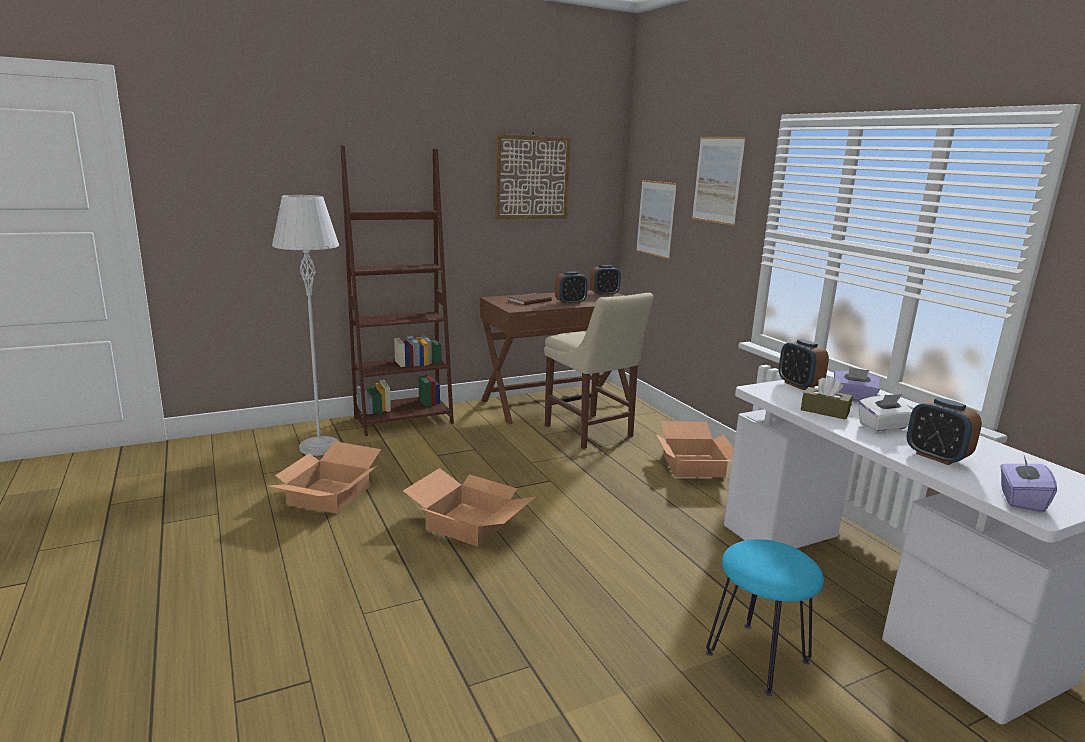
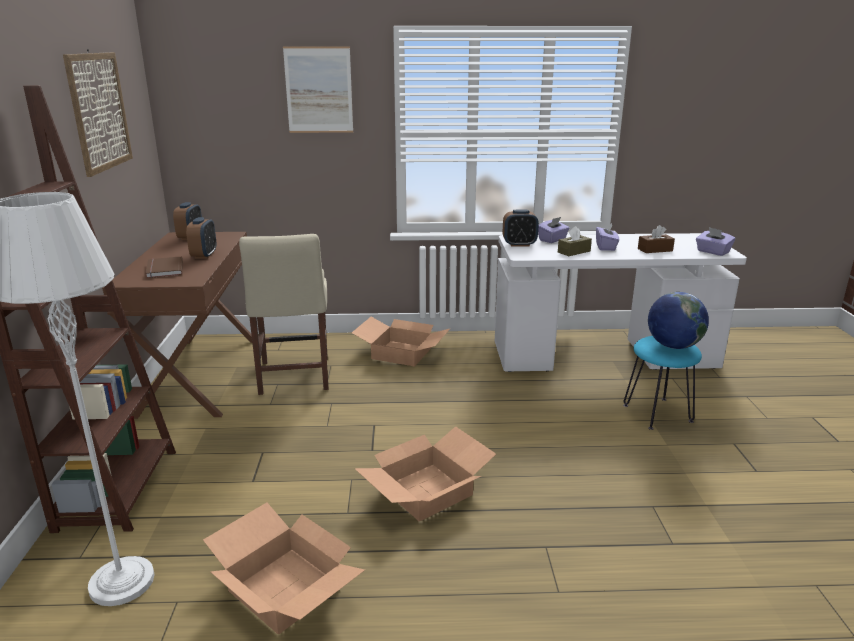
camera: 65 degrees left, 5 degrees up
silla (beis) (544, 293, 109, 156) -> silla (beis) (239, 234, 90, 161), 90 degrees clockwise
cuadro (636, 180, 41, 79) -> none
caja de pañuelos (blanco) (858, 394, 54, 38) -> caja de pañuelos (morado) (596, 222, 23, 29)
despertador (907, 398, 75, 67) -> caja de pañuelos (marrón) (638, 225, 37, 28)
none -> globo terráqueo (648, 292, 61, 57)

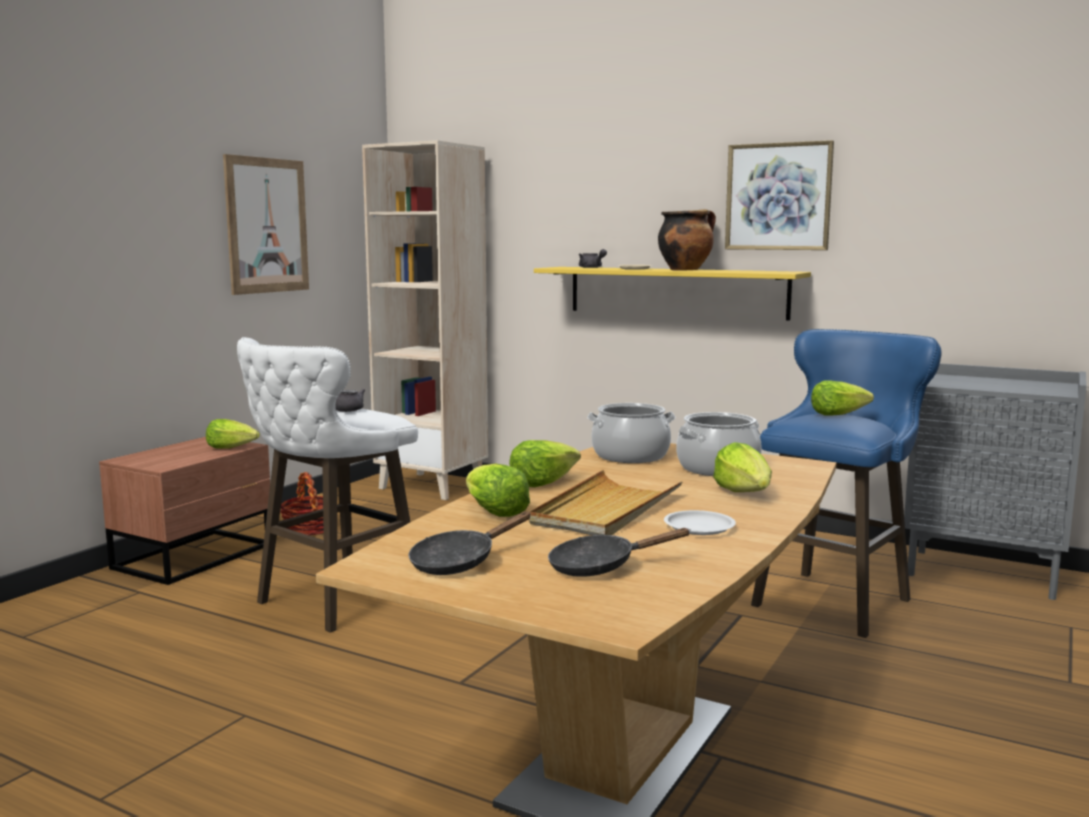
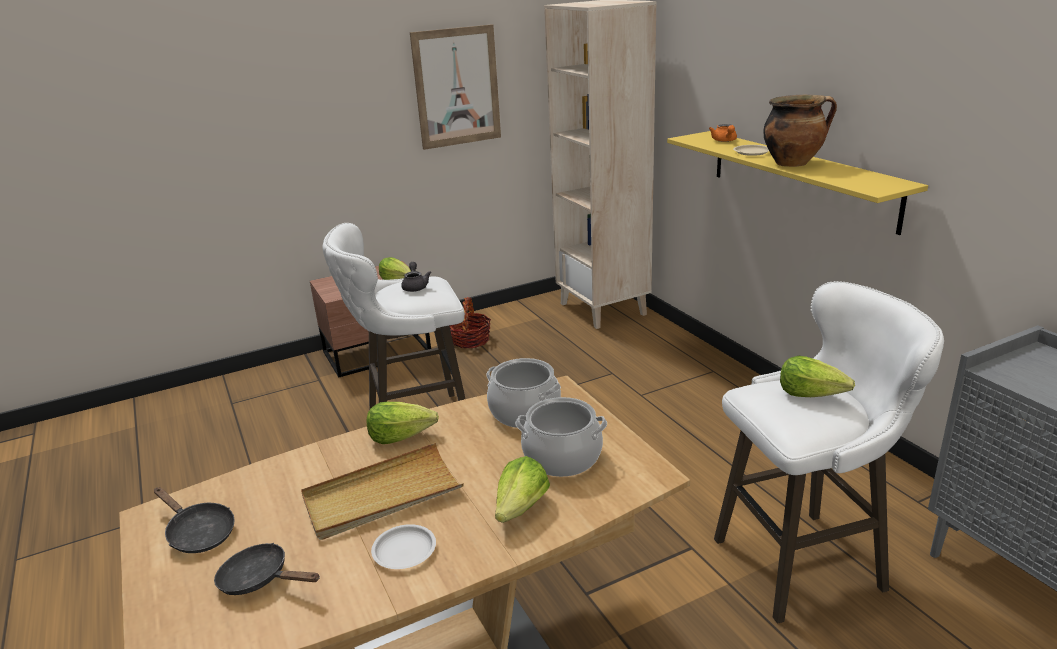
camera: 35 degrees right, 15 degrees up
sartén (negro) (408, 512, 123, 63) -> sartén (negro) (154, 487, 81, 66), 135 degrees counterclockwise
lechuga (466, 463, 64, 54) -> none
tetera (gris) (579, 249, 28, 19) -> tetera (naranja) (709, 124, 28, 18)
cuadro (725, 140, 109, 110) -> none
taburete (azul) (751, 329, 191, 309) -> taburete (blanco) (714, 281, 230, 343)

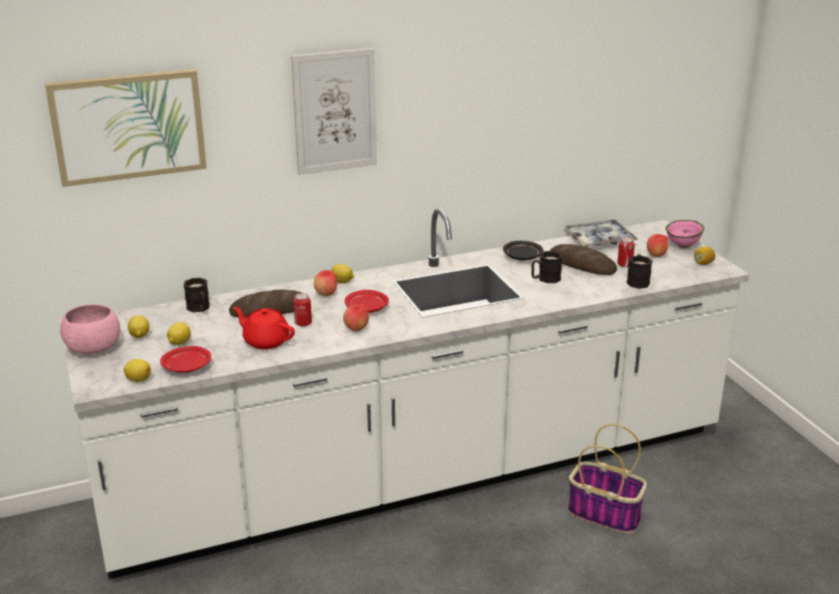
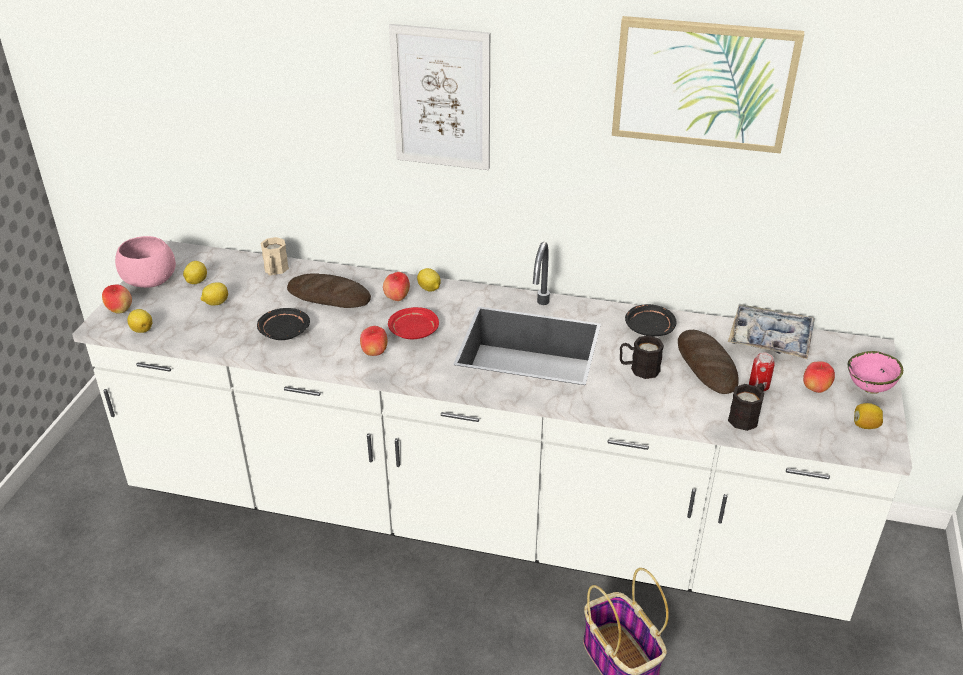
camera: 35 degrees right, 10 degrees up
cuadro (45, 69, 162, 118) -> cuadro (612, 16, 192, 138), move
plato (rojo) (160, 346, 52, 27) -> none
taza grande (negro) (184, 278, 26, 34) -> taza grande (beis) (260, 237, 29, 38)
tetera (rojo) (233, 307, 62, 42) -> plato (negro) (257, 308, 53, 32)
lata (294, 293, 18, 34) -> none
none -> manzana (102, 285, 30, 29)

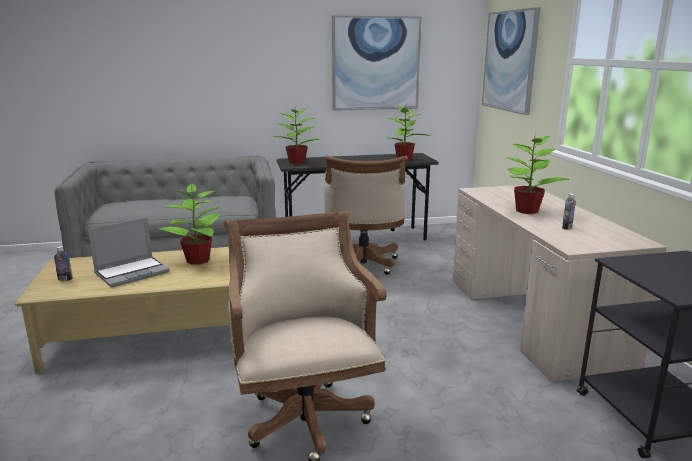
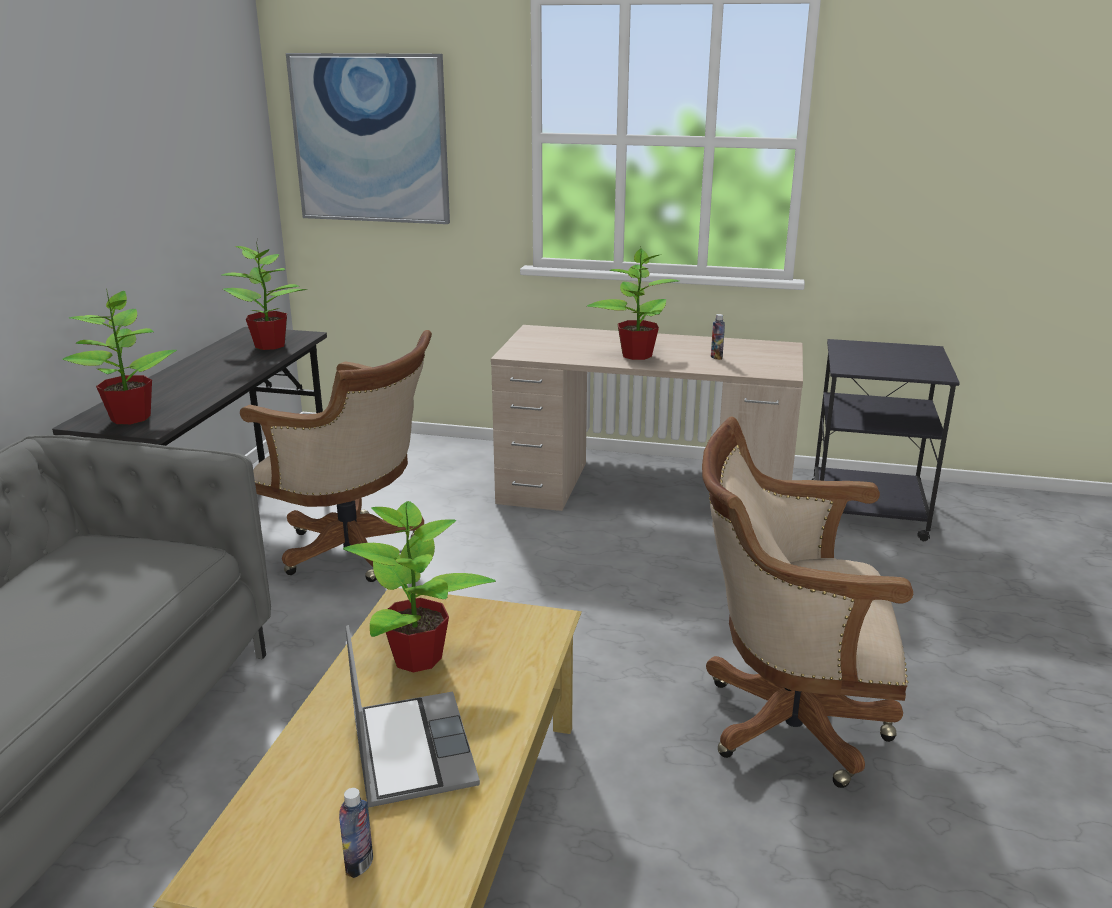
camera: 65 degrees left, 5 degrees up
cuadro (332, 16, 90, 95) -> none

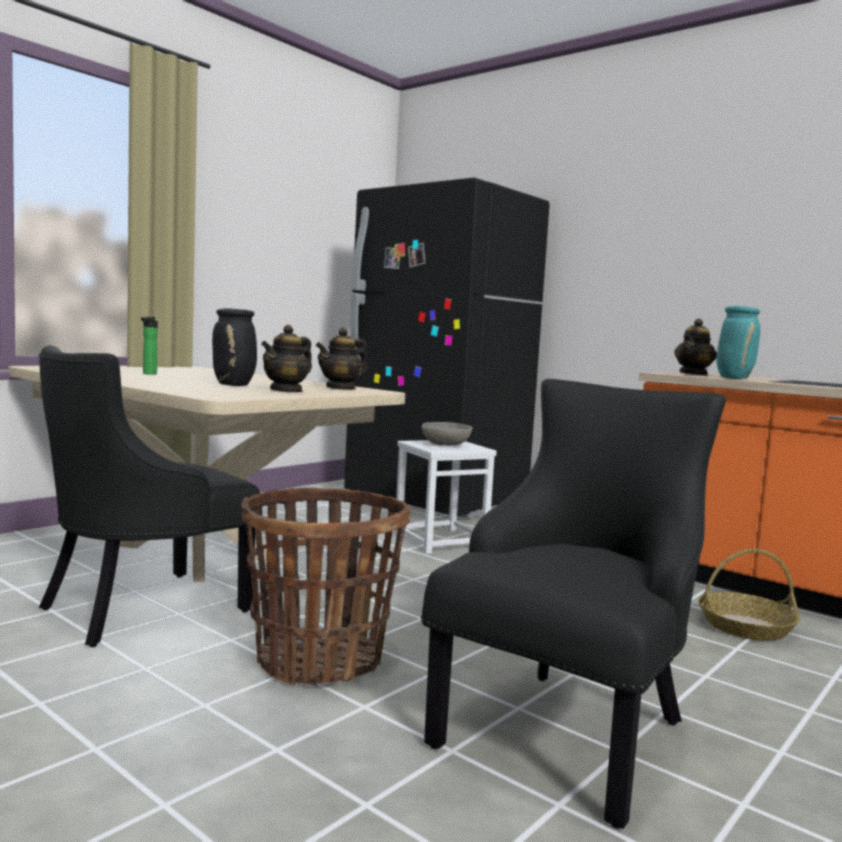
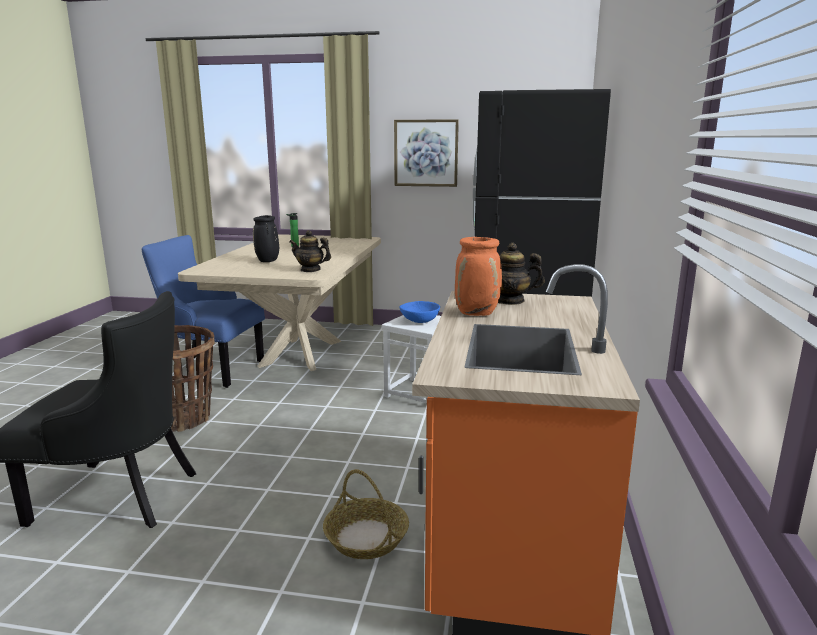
camera: 60 degrees right, 10 degrees up
silla (negro) (39, 345, 223, 302) -> silla (azul) (141, 235, 124, 153)
tetera (261, 325, 51, 67) -> none
cuenco (gris) (421, 422, 52, 24) -> cuenco (azul) (399, 301, 41, 22)
florero (turquesa) (717, 306, 43, 73) -> florero (naranja) (455, 237, 47, 79)
none -> cuadro (394, 119, 65, 68)

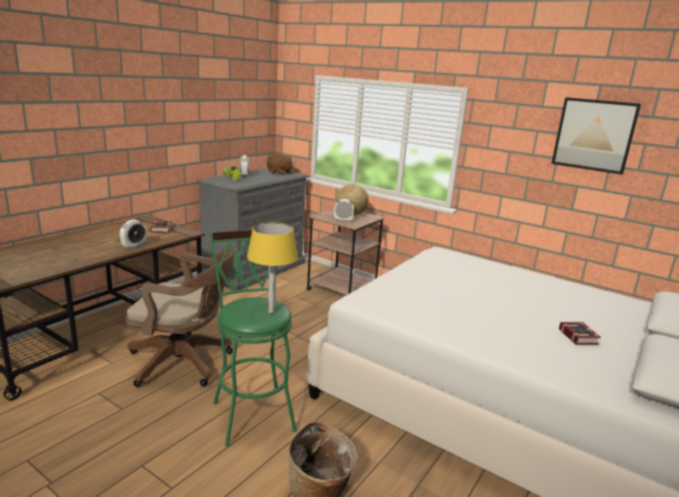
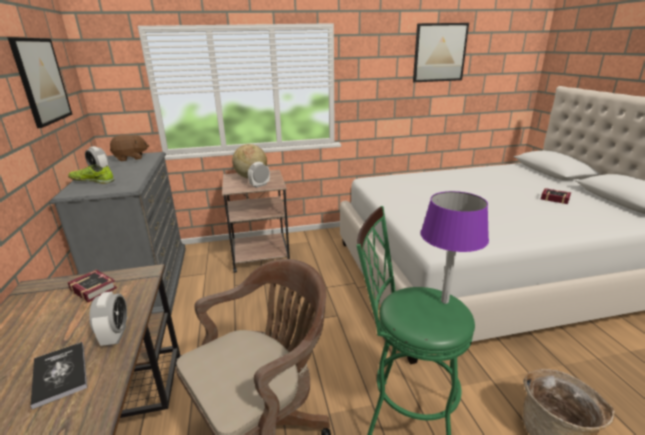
camera: 45 degrees left, 5 degrees up
lámpara de mesa (amarillo) (247, 222, 51, 92) -> lámpara de mesa (morado) (421, 191, 68, 113)
none -> cuadro (8, 37, 64, 91)
none -> libro (31, 342, 56, 67)

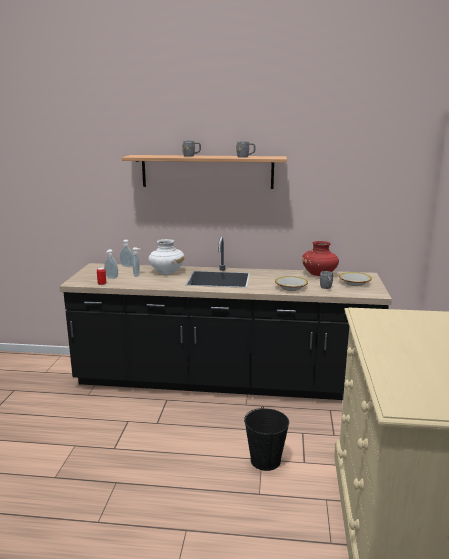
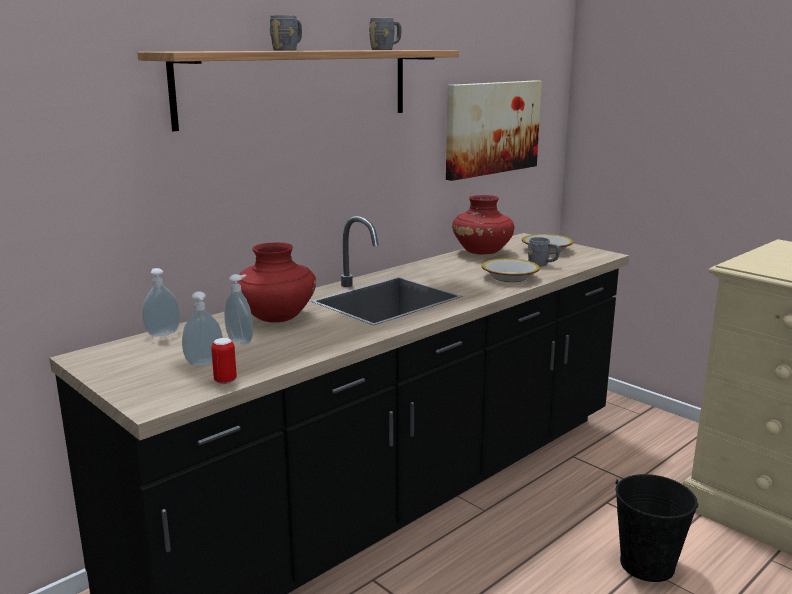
camera: 50 degrees left, 0 degrees up
florero (blanco) (149, 239, 36, 35) -> florero (rojo) (237, 242, 79, 81)
none -> cuadro (446, 80, 96, 101)

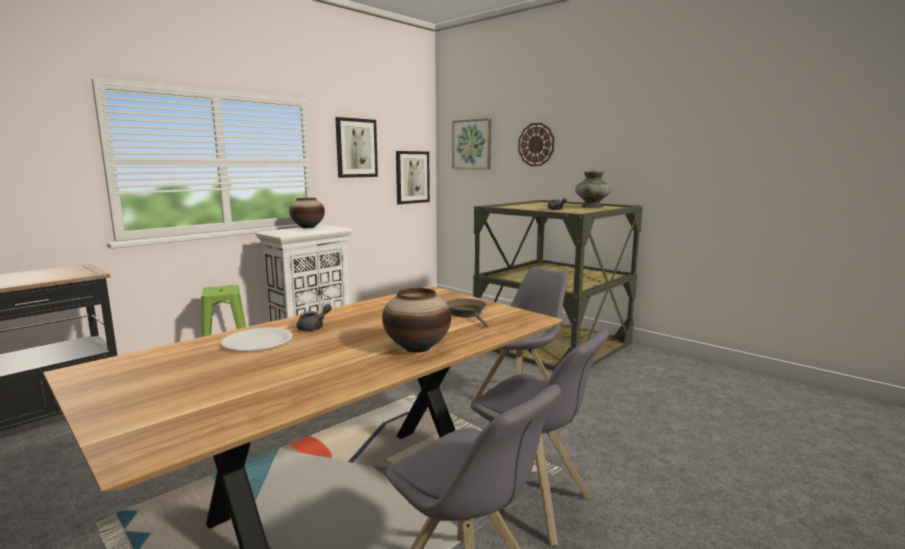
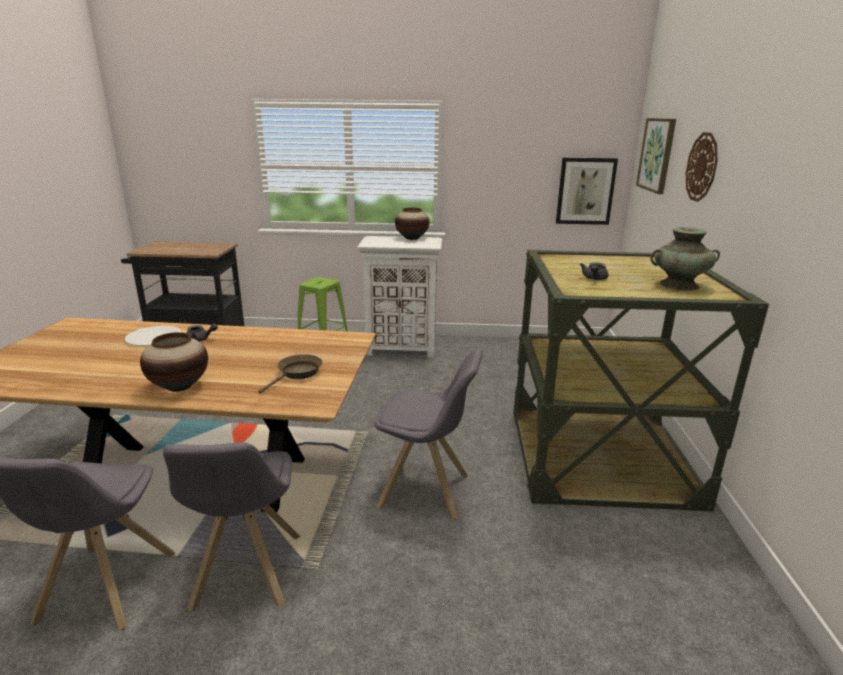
camera: 50 degrees right, 10 degrees up
cuadro (335, 117, 43, 61) -> none

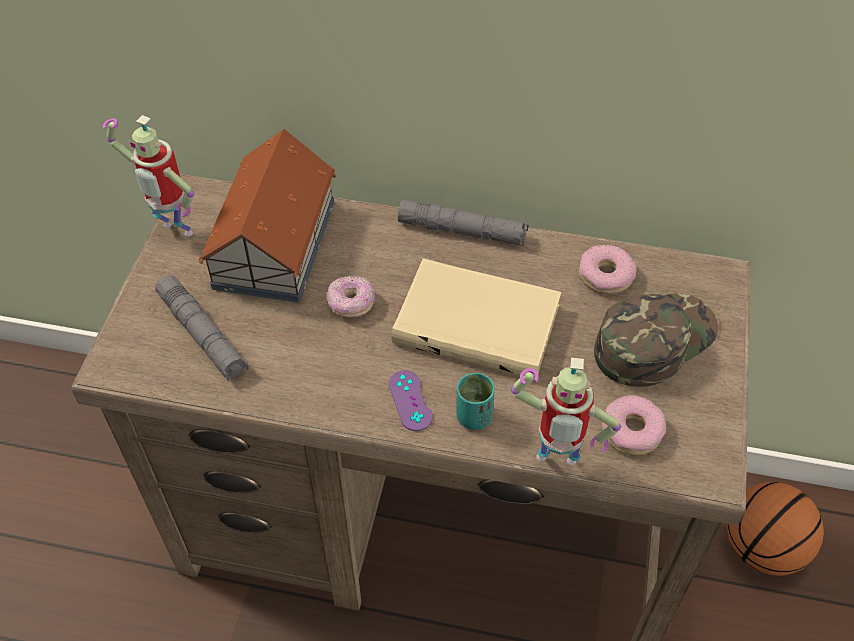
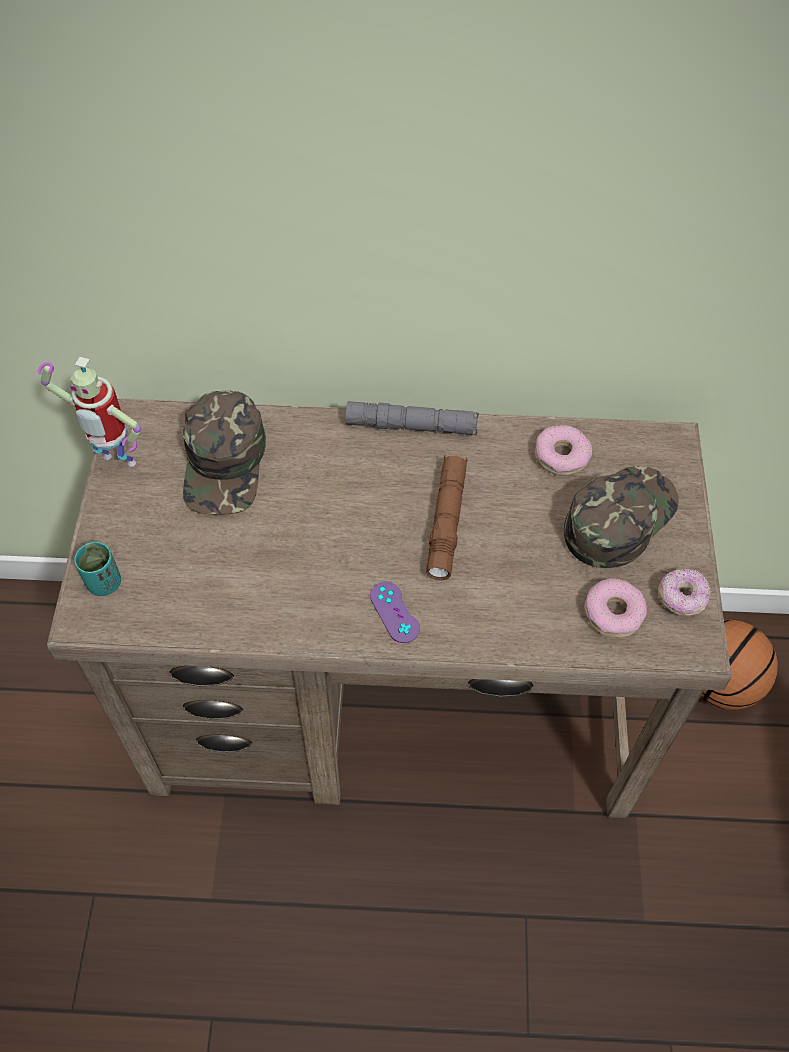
camera: 10 degrees left, 5 degrees up
linterna (gris) (155, 275, 94, 106) -> none
casita (198, 129, 138, 174) -> gorra (verde) (183, 390, 83, 125)
rosquilla (326, 276, 49, 41) -> rosquilla (658, 569, 53, 47), move
libro (beis) (392, 258, 169, 122) -> linterna (marrón) (426, 455, 42, 126)
taza (turquesa) (456, 373, 39, 57) -> taza (turquesa) (74, 542, 47, 54), move
robot de juguete (511, 358, 110, 107) -> none

